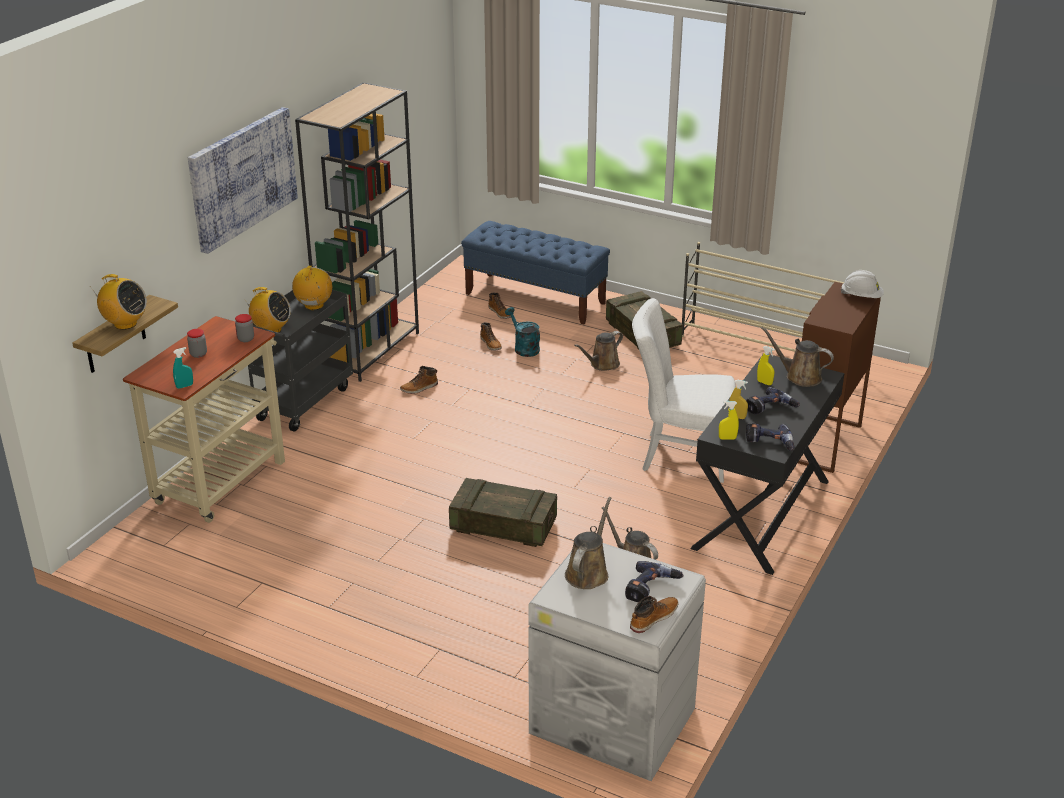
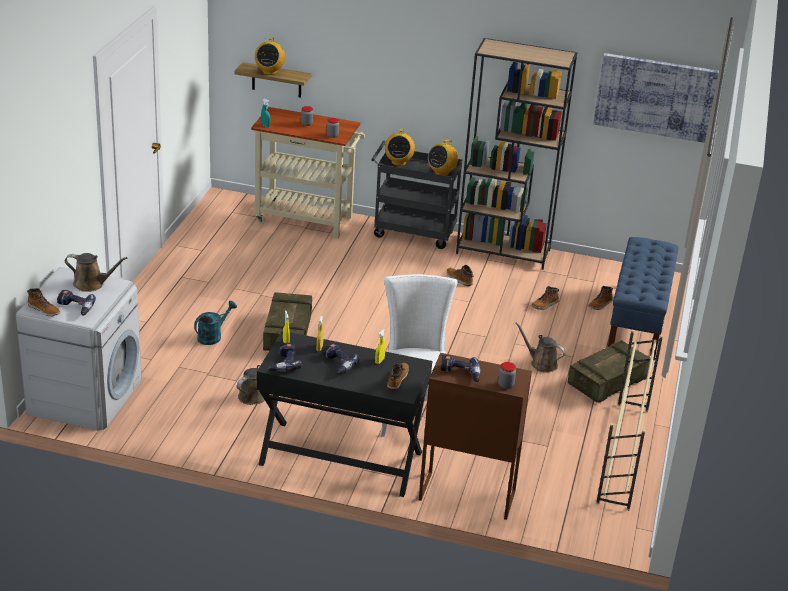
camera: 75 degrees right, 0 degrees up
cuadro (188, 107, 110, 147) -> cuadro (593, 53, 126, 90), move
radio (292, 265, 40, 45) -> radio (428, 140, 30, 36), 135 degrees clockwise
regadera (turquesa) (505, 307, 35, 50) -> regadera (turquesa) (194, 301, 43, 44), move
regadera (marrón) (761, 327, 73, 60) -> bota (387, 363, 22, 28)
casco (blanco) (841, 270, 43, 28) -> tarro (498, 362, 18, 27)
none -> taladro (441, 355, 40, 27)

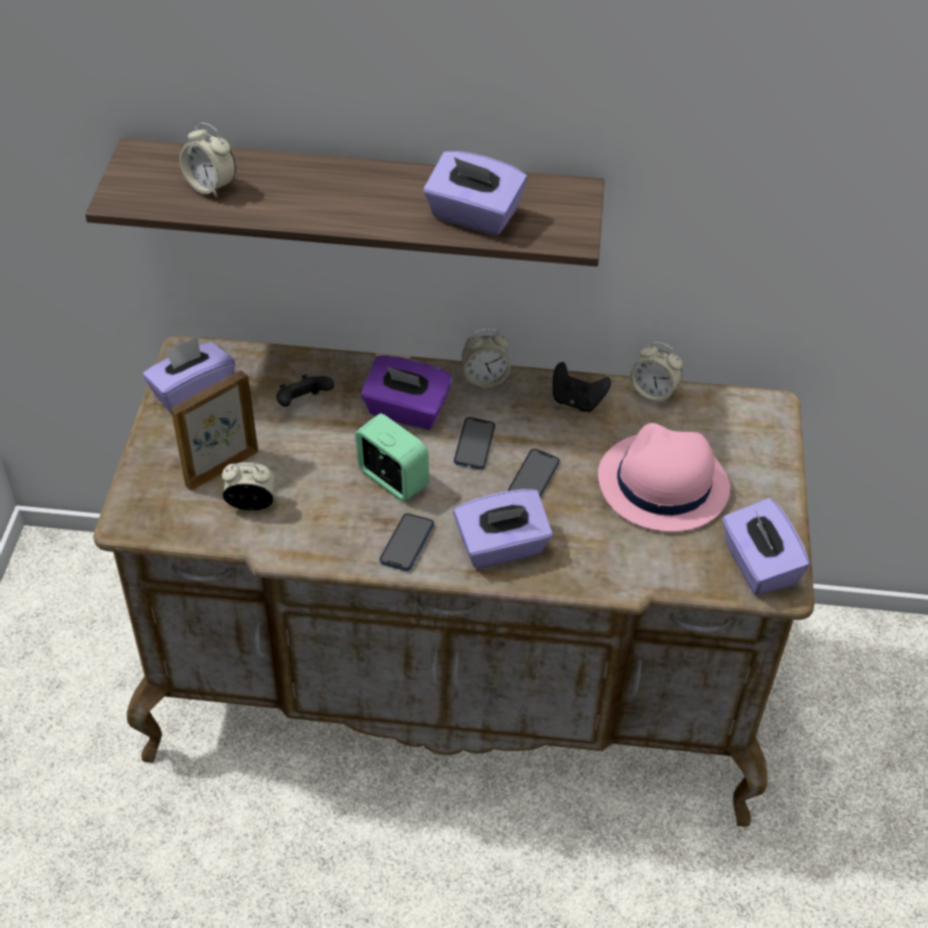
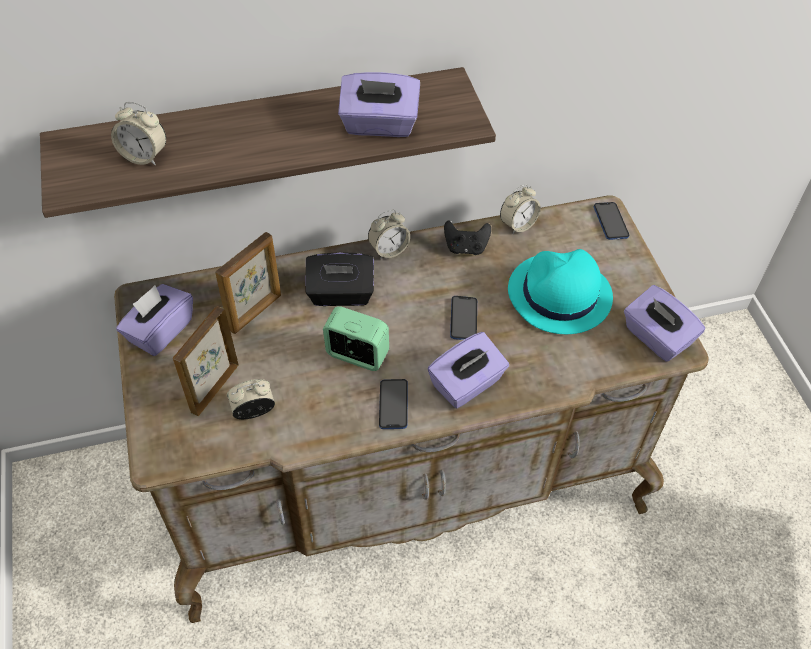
camera: 20 degrees left, 5 degrees up
mando de consola (negro) (276, 374, 58, 33) -> portarretratos (215, 232, 66, 102)
caja de pañuelos (morado) (361, 355, 92, 75) -> caja de pañuelos (negro) (305, 252, 69, 54)
móvil (454, 417, 41, 53) -> móvil (594, 202, 35, 38), move
sombrero (rosa) (598, 423, 132, 109) -> sombrero (turquesa) (508, 249, 105, 85)
despertador (630, 342, 52, 63) -> despertador (500, 184, 41, 51), 45 degrees counterclockwise

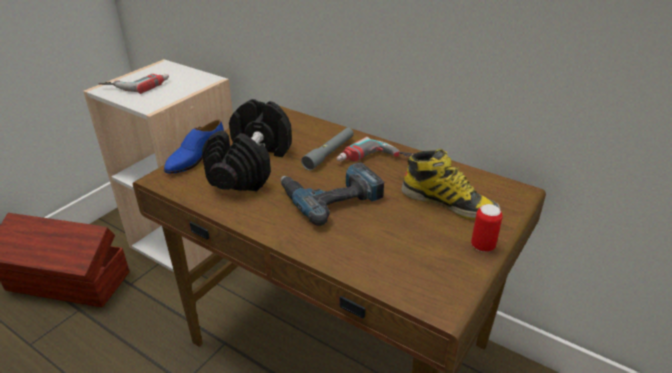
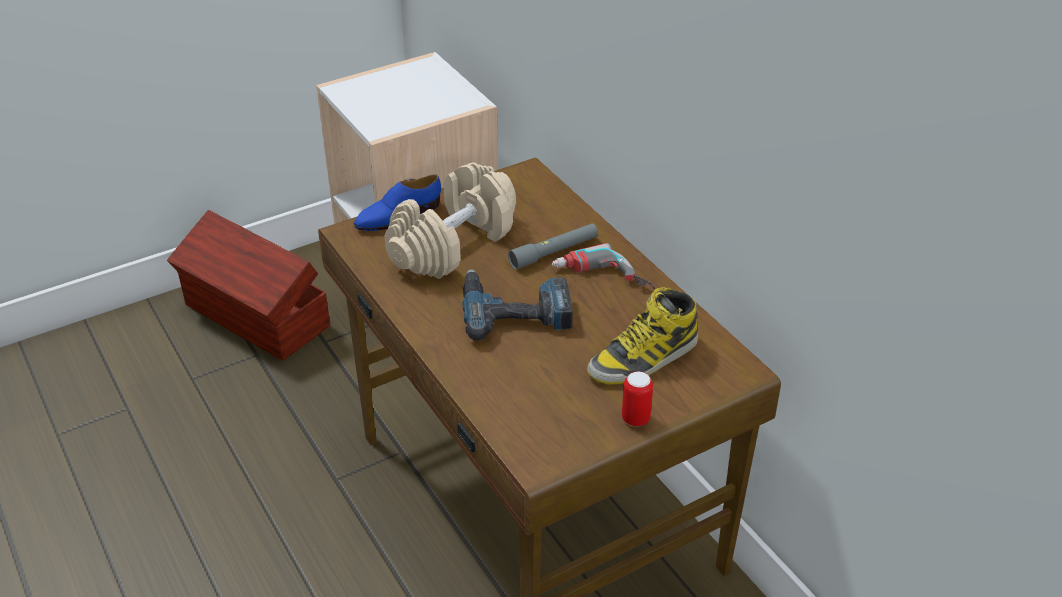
camera: 25 degrees right, 5 degrees up
taladro (98, 74, 71, 20) -> none
mancuerna (negro) (202, 99, 90, 93) -> mancuerna (beis) (384, 163, 132, 116)
bota (401, 149, 100, 71) -> bota (587, 287, 111, 98), 90 degrees clockwise

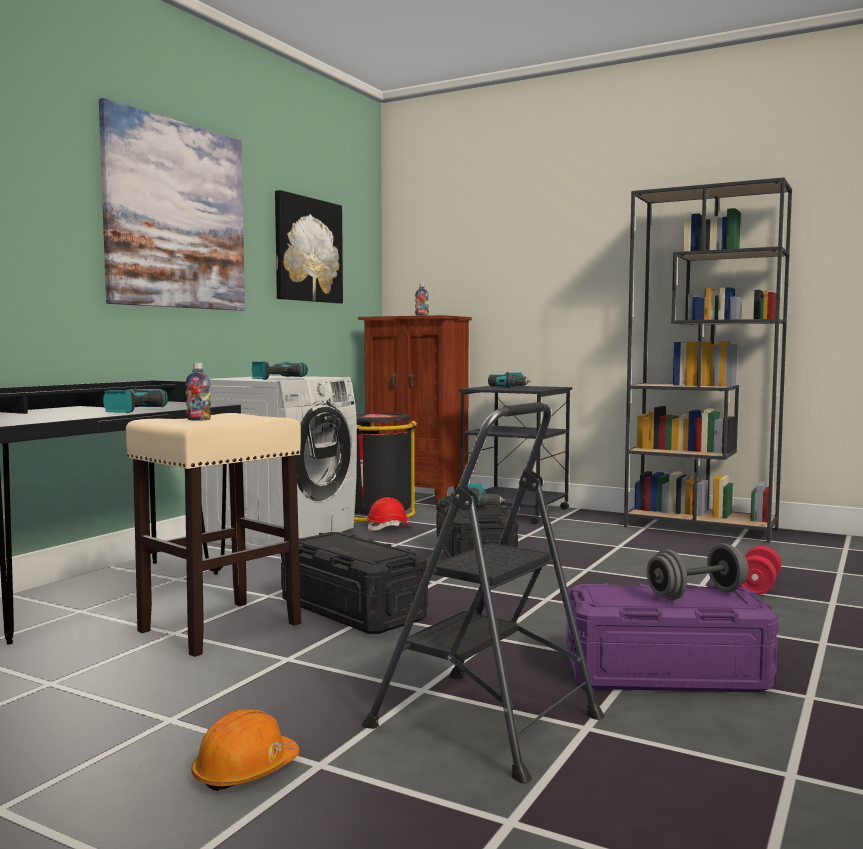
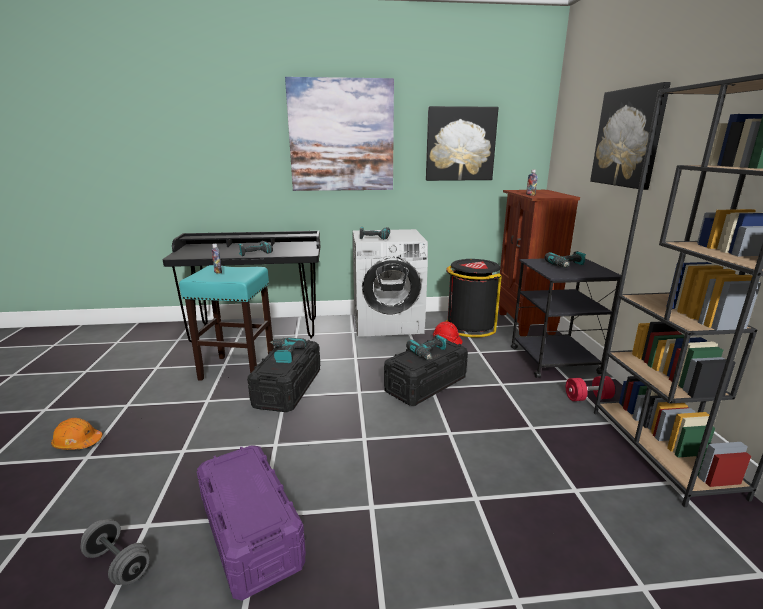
camera: 55 degrees right, 15 degrees up
taburete (beis) (126, 413, 175, 244) -> taburete (turquesa) (179, 265, 95, 116)
escalera de tijera (negro) (362, 402, 242, 381) -> none
mancuerna (gris) (646, 543, 103, 57) -> mancuerna (gris) (80, 519, 70, 66), move
mancuerna (rojo) (740, 546, 41, 49) -> mancuerna (rojo) (566, 376, 49, 25), move
none -> taladro (270, 338, 37, 25)
none -> cuadro (590, 82, 81, 108)

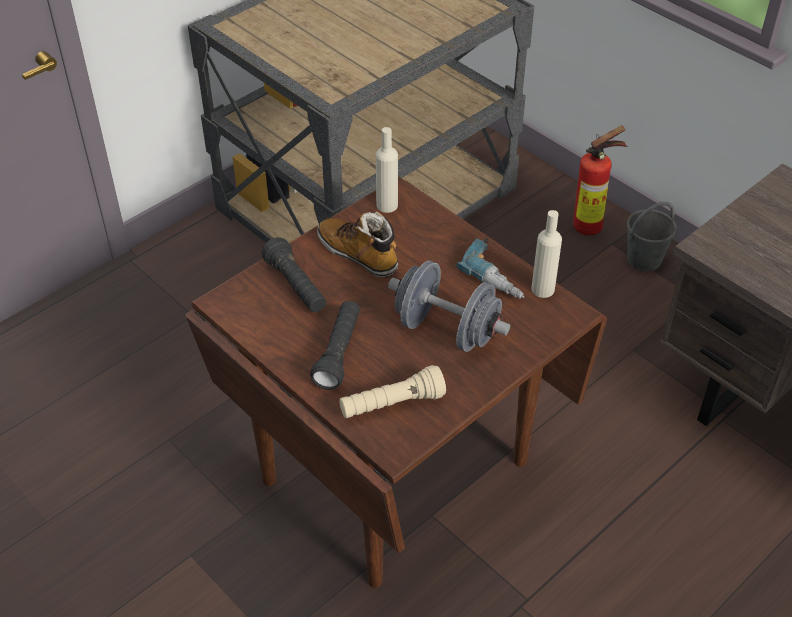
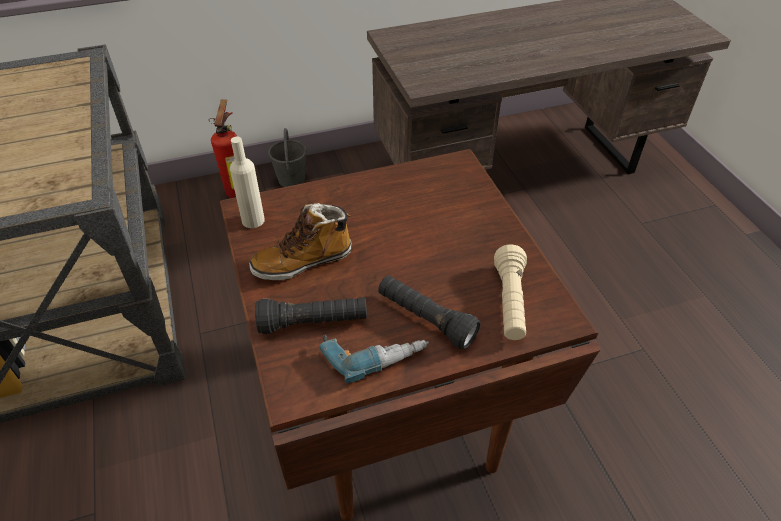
camera: 65 degrees left, 0 degrees up
mancuerna (gris) (388, 261, 122, 91) -> none
taladro (457, 238, 68, 61) -> taladro (319, 335, 110, 48), move
botella (beis) (531, 210, 31, 88) -> none

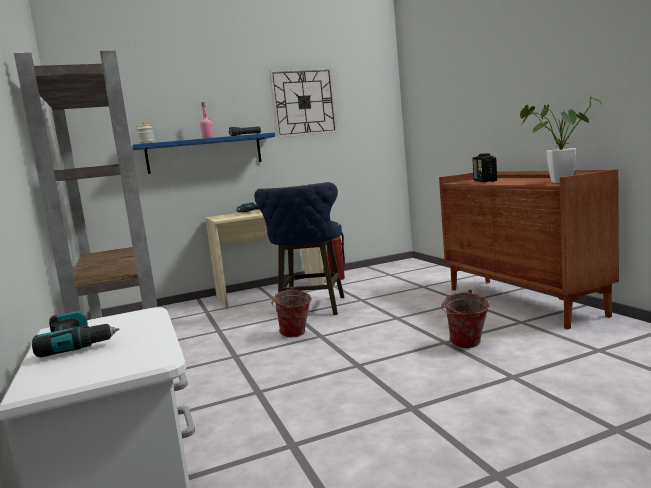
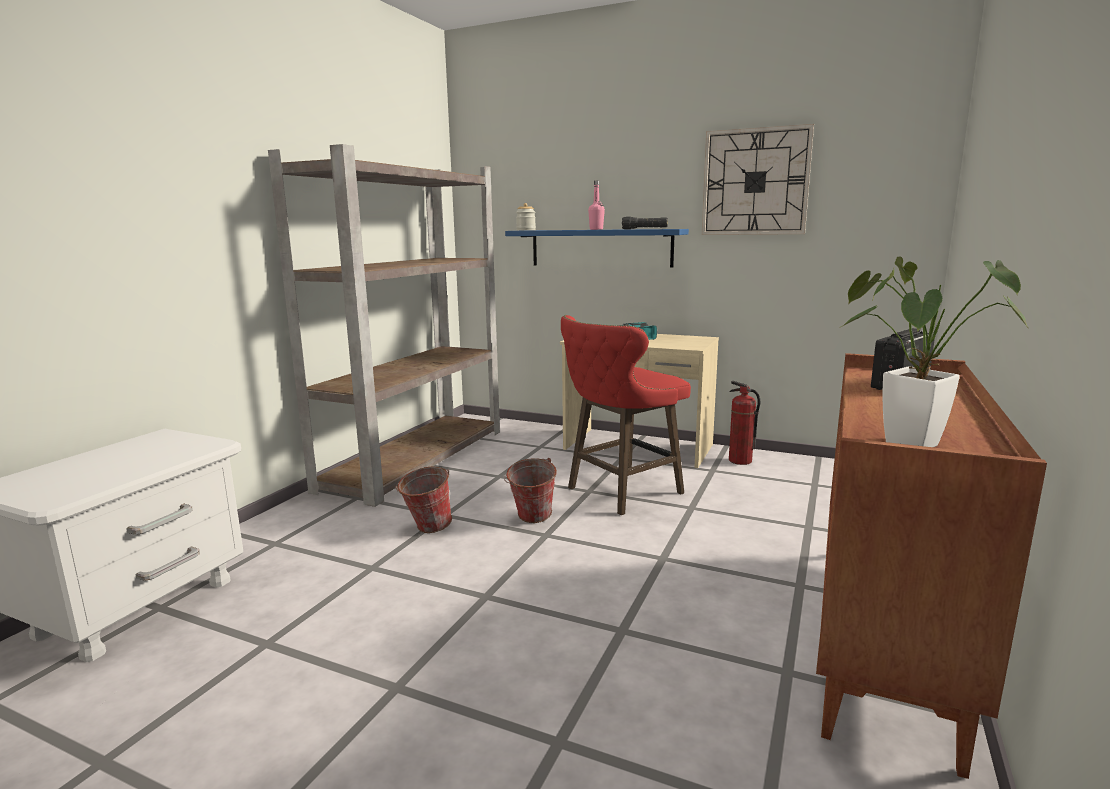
camera: 45 degrees right, 5 degrees up
taladro (32, 311, 88, 46) -> none
taburete (azul) (254, 182, 90, 133) -> taburete (rojo) (561, 315, 130, 200)
cubo (441, 290, 49, 58) -> cubo (395, 467, 57, 66), move

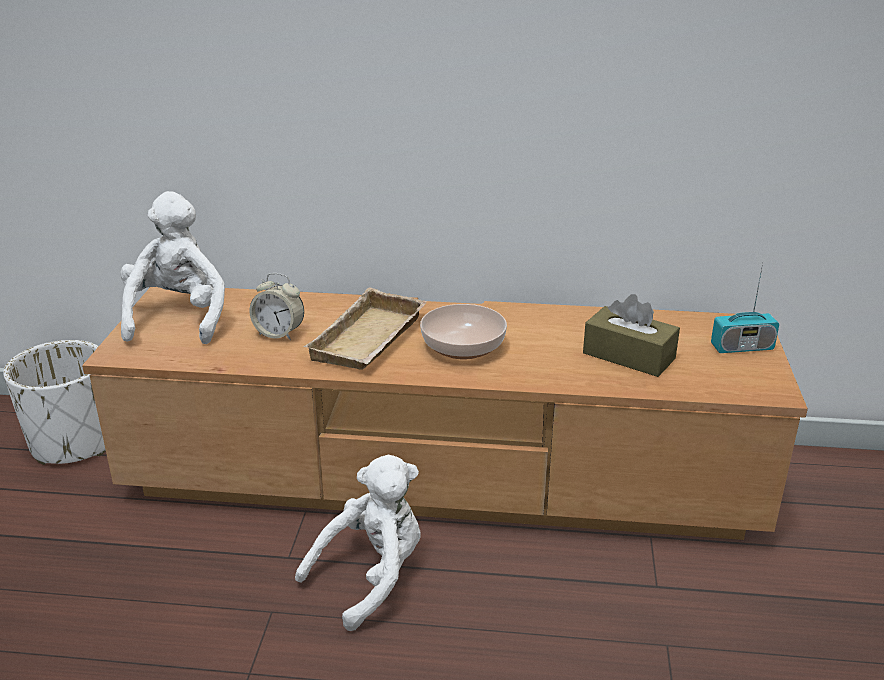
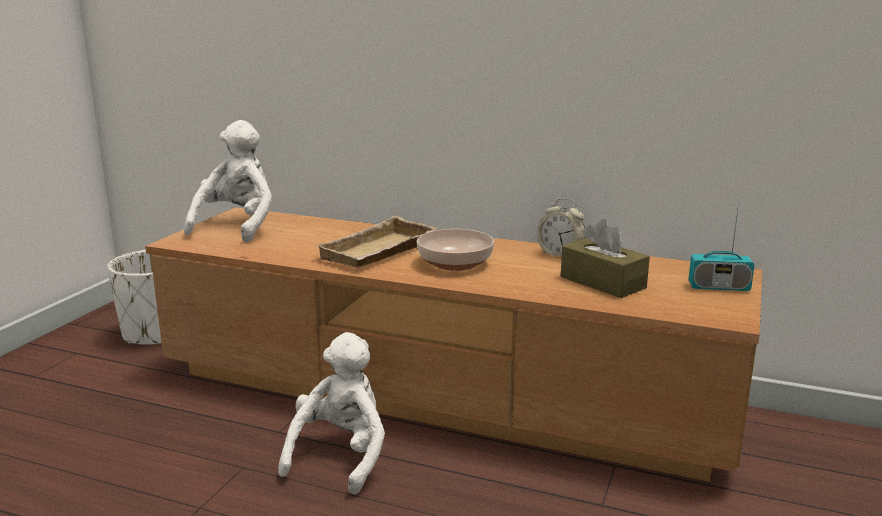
camera: 15 degrees right, 10 degrees down
despertador (249, 273, 55, 67) -> despertador (537, 198, 48, 59), move
peluche (blanco) (295, 455, 126, 176) -> peluche (blanco) (278, 332, 107, 163), 45 degrees counterclockwise

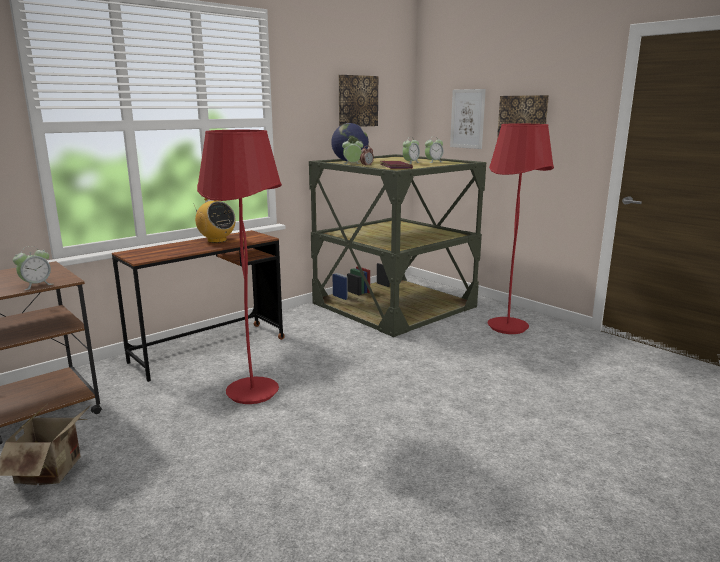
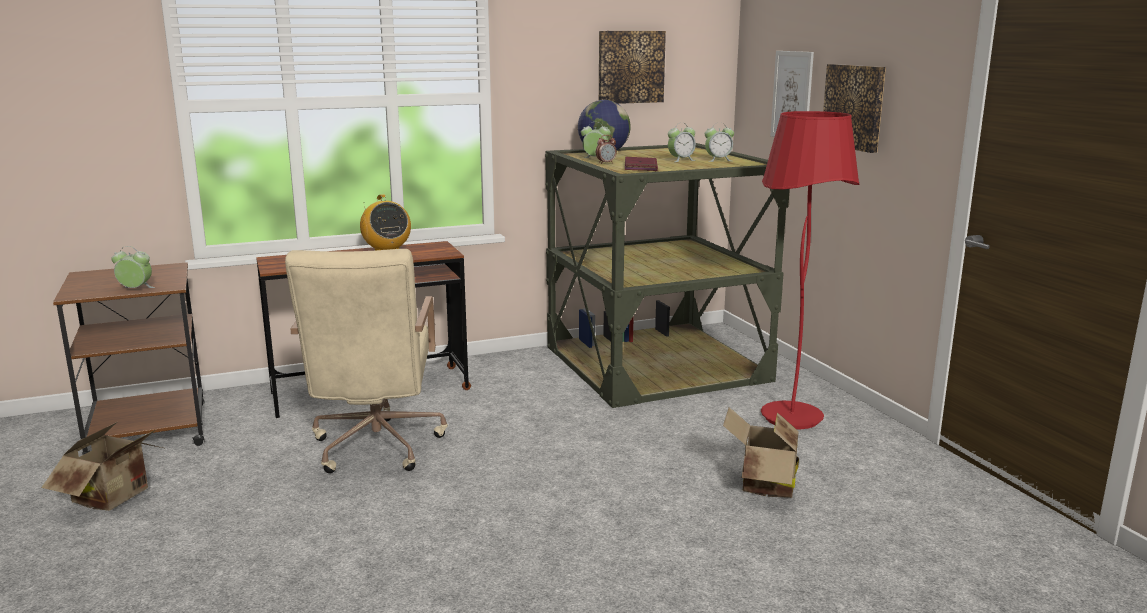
camera: 20 degrees right, 0 degrees up
despertador (13, 246, 40, 44) -> despertador (111, 246, 44, 42), 150 degrees counterclockwise
lámpara de pie (rojo) (197, 130, 85, 274) -> silla de oficina (beis) (285, 249, 163, 224)
none -> caja de cartón (723, 407, 76, 91)

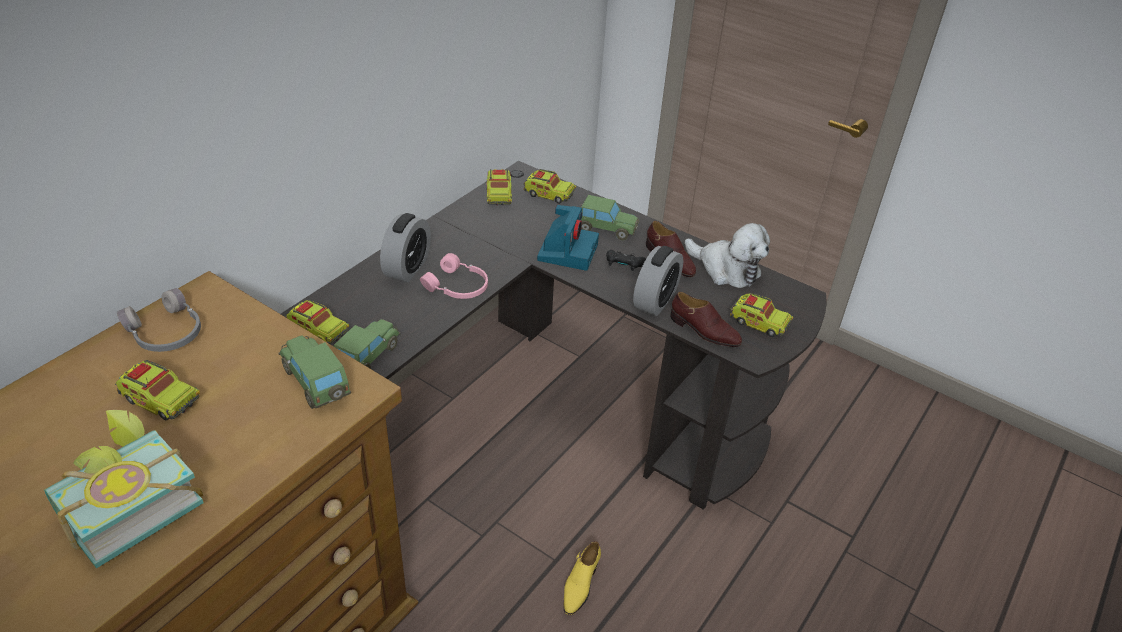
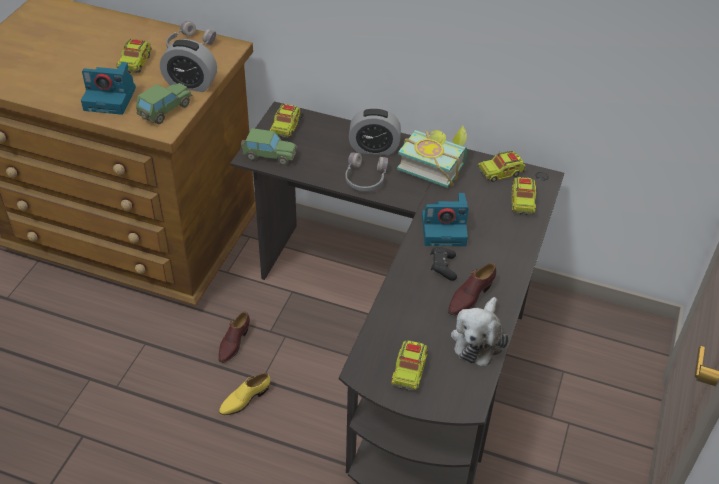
camera: 75 degrees right, 5 degrees up
libro (44, 410, 160, 158) -> libro (397, 126, 70, 62), move
auriculares (rosa) (420, 253, 68, 46) -> auriculares (gris) (345, 152, 43, 39)
zapato (amarillo) (564, 541, 37, 74) -> zapato (amarillo) (219, 373, 51, 42), 45 degrees counterclockwise
coche de juguete (581, 195, 58, 45) -> none
despertador (633, 246, 50, 70) -> despertador (160, 39, 57, 53), move
zapato (marrón) (670, 292, 72, 55) -> zapato (marrón) (218, 312, 32, 51), move
none -> cámara (81, 62, 55, 53)

